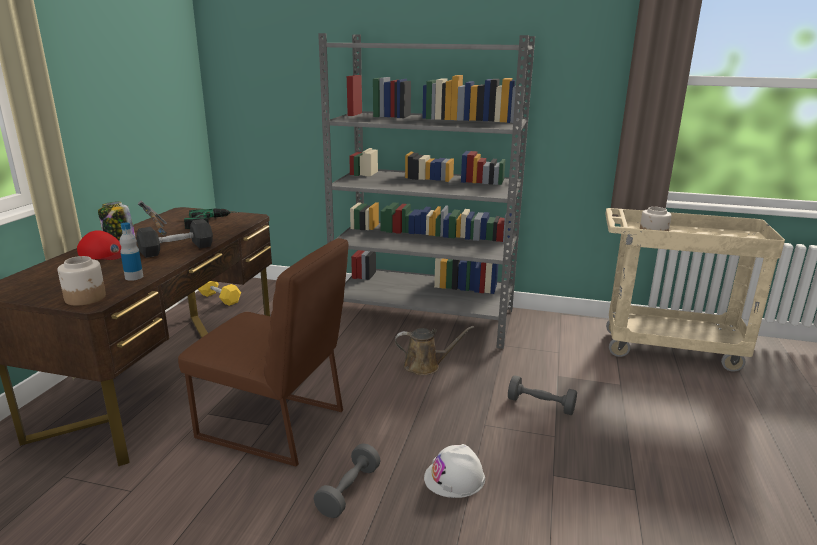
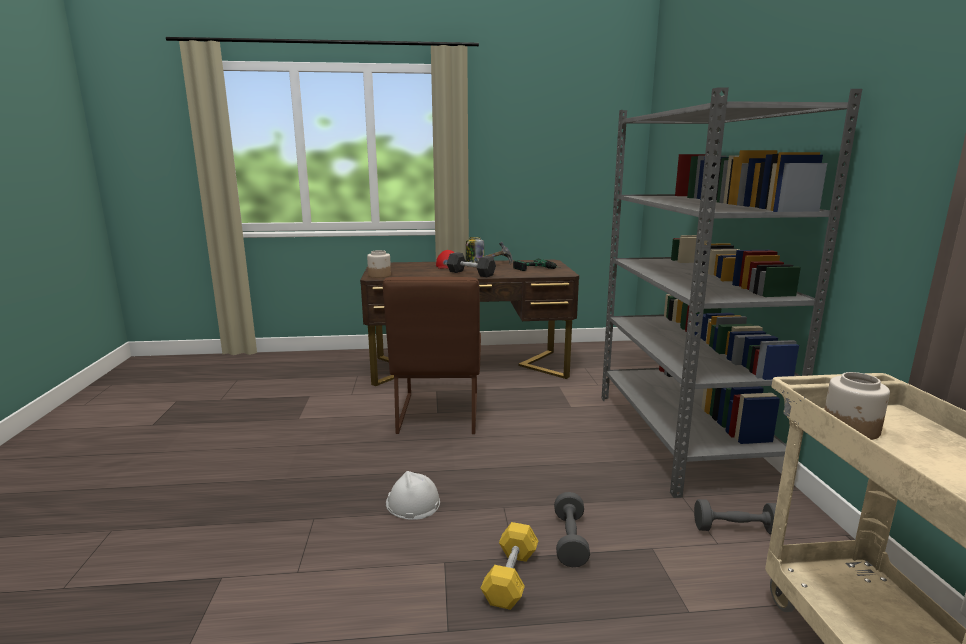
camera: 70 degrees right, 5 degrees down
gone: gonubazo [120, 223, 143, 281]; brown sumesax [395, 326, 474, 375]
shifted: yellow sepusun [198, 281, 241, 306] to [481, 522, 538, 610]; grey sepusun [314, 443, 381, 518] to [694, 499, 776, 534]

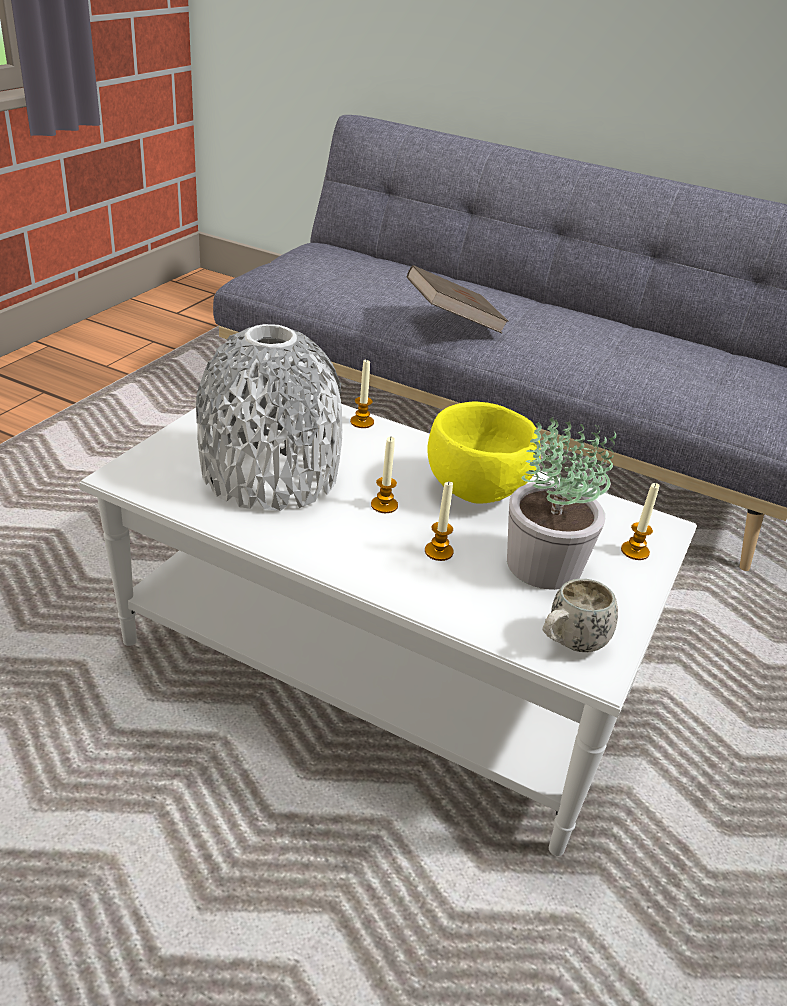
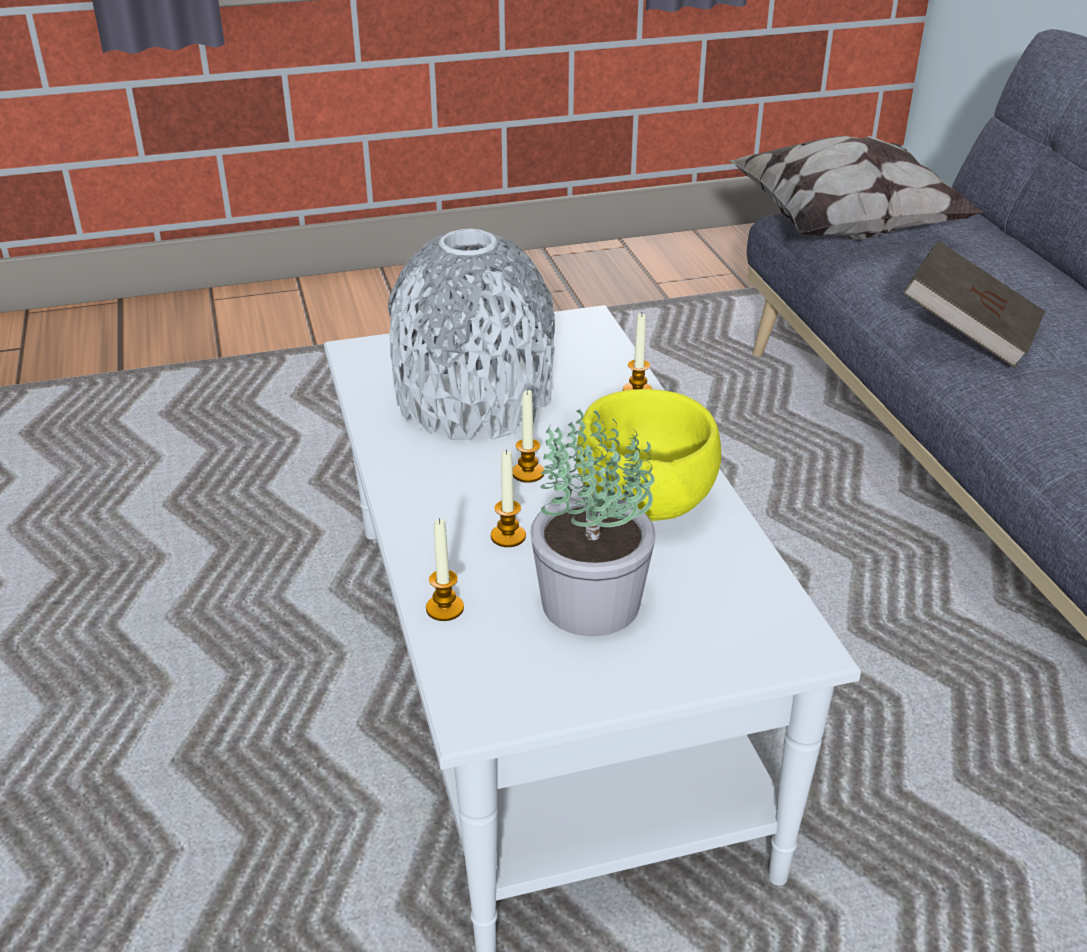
camera: 50 degrees right, 0 degrees up
gone: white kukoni [543, 579, 618, 652]
new: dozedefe [728, 136, 983, 240]
shifted: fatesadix [621, 483, 660, 560] to [426, 518, 464, 621]

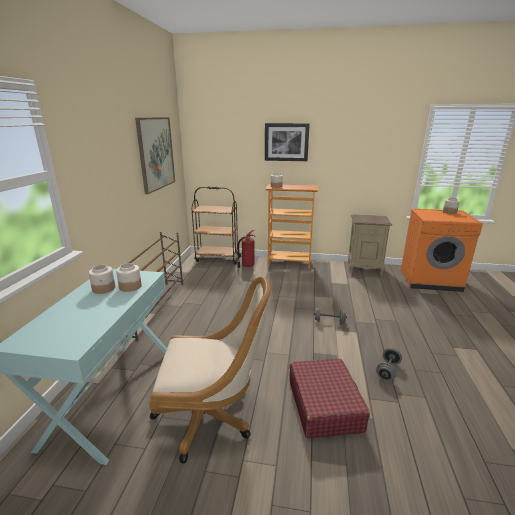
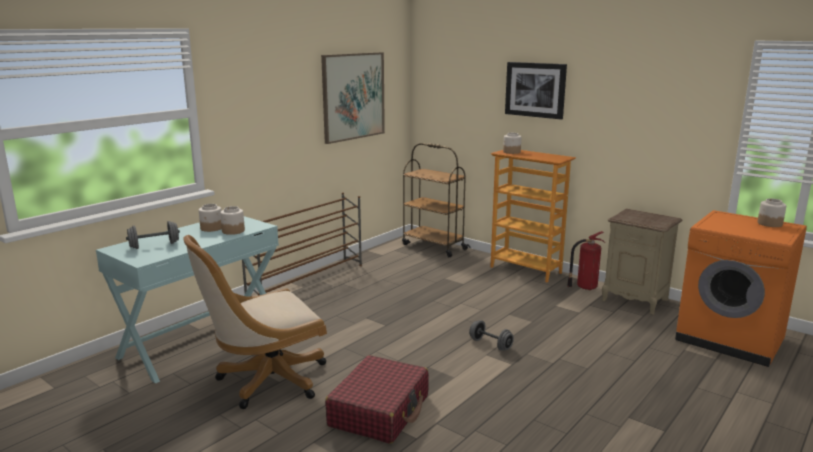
camera: 30 degrees right, 5 degrees down
shifted: grey sepusun [376, 348, 402, 381] to [126, 221, 180, 249]; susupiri [237, 230, 256, 268] to [567, 231, 605, 290]
rotated: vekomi [150, 277, 271, 464] = [183, 235, 327, 409] 120 degrees clockwise

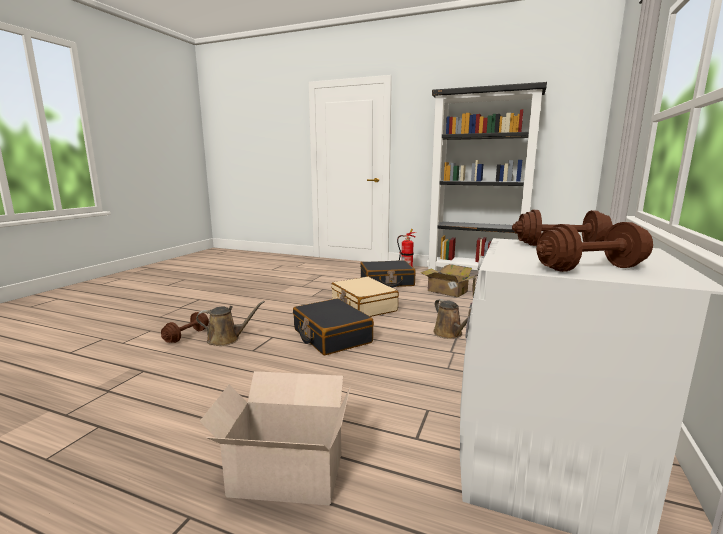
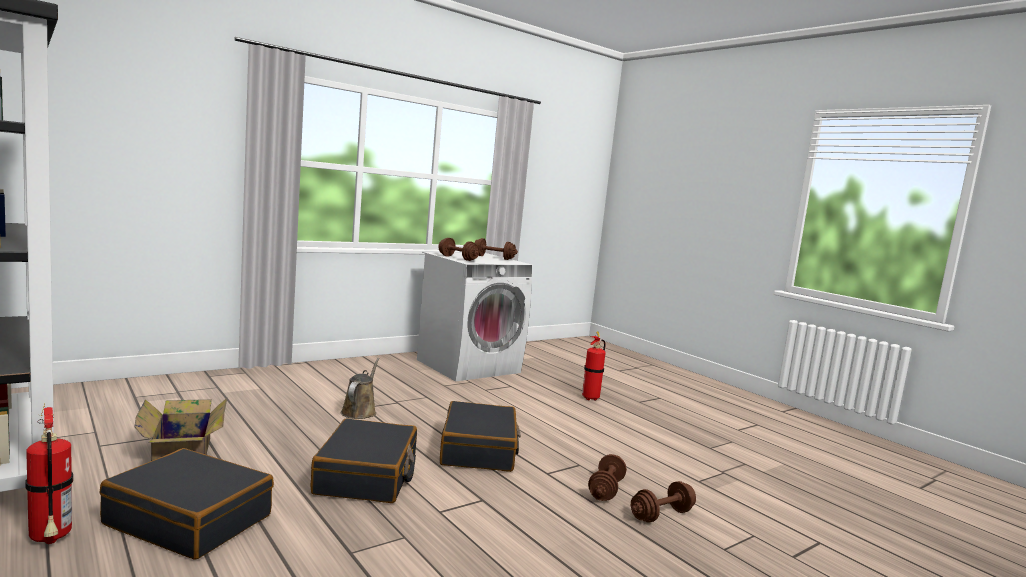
camera: 150 degrees left, 5 degrees down
swapped: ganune [200, 371, 351, 506] to susupiri [582, 331, 606, 401]; brown sumesax [196, 301, 265, 346] to brown sepusun [588, 454, 627, 501]
repainted: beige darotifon [331, 277, 399, 317] to black darotifon [311, 418, 417, 503]

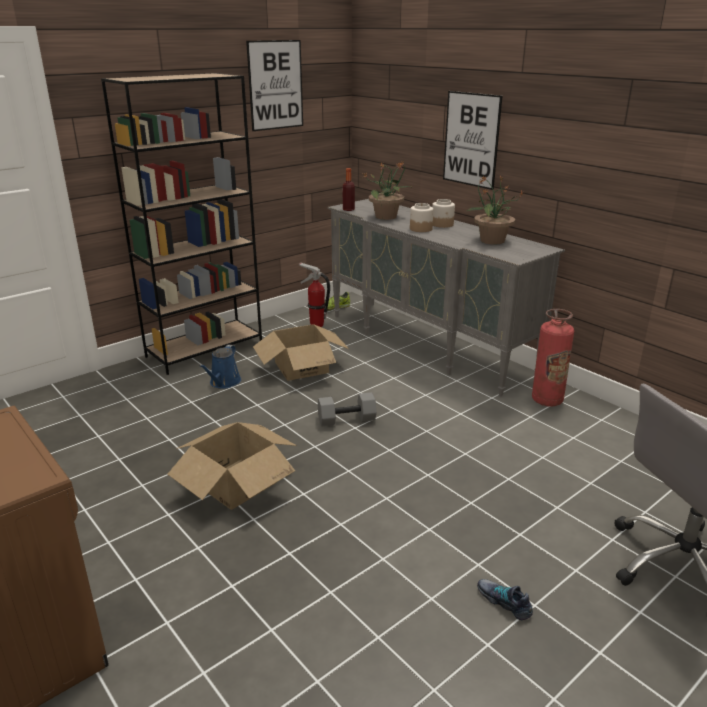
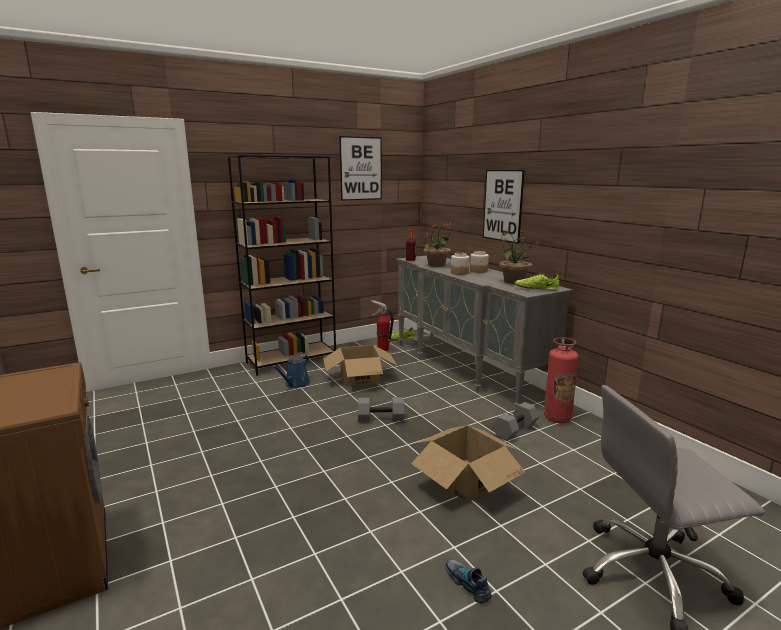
camera: 10 degrees right, 10 degrees down
new: grey sepusun [493, 402, 539, 441]; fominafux [514, 274, 559, 291]
shifted: ganune [167, 422, 297, 510] to [411, 425, 525, 503]

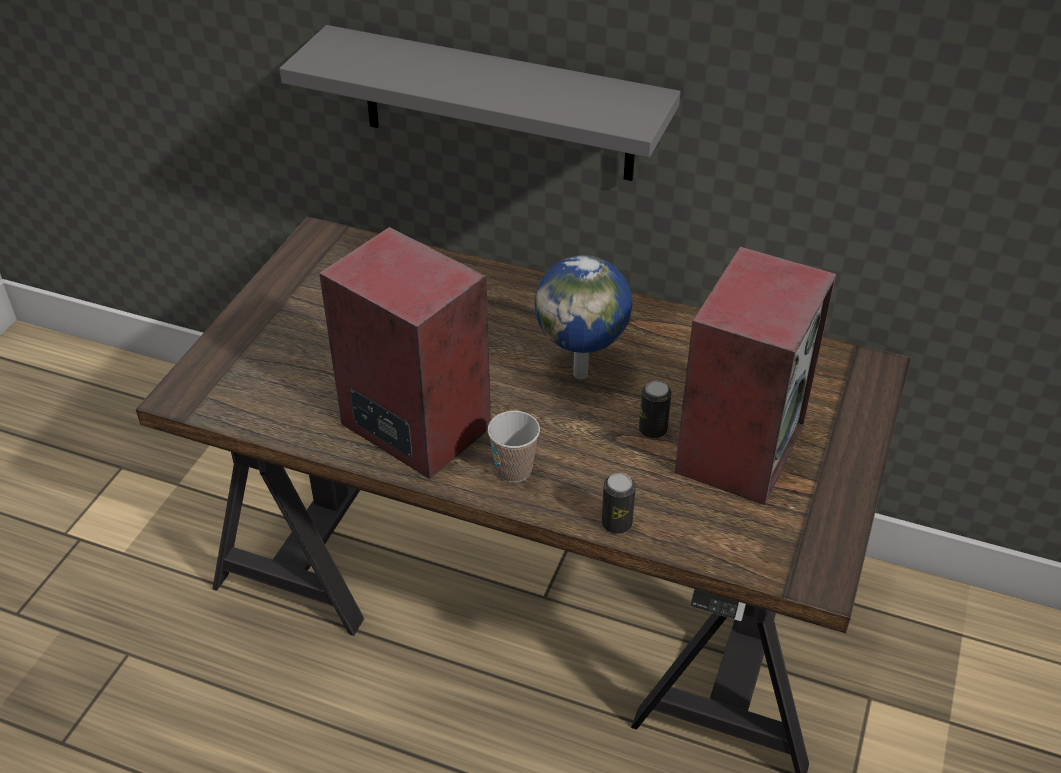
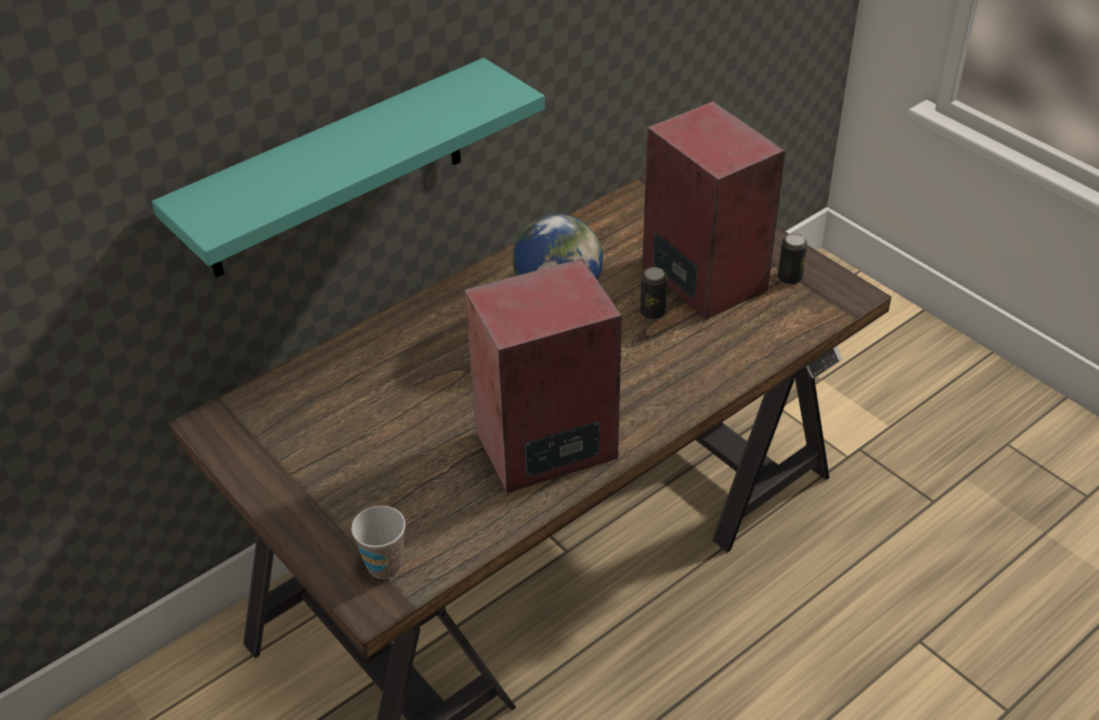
camera: 60 degrees left, 0 degrees up
shifted: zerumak [488, 411, 540, 483] to [351, 505, 405, 579]; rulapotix [602, 473, 636, 534] to [778, 233, 807, 285]
repainted: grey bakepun [279, 25, 680, 181] to turquoise bakepun [152, 58, 545, 278]

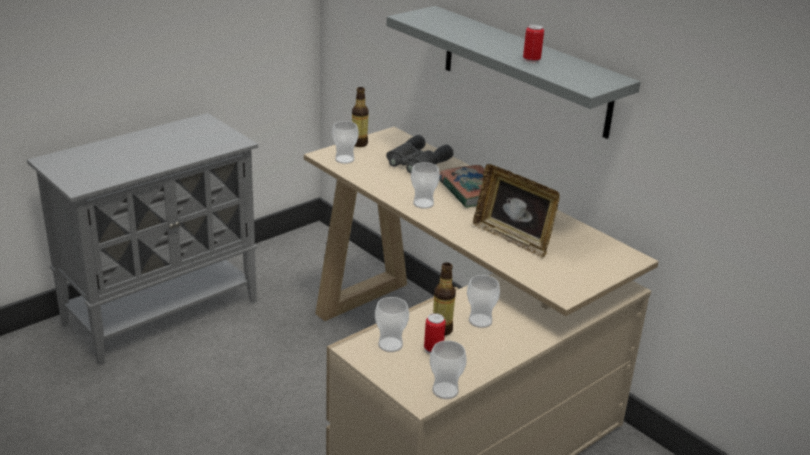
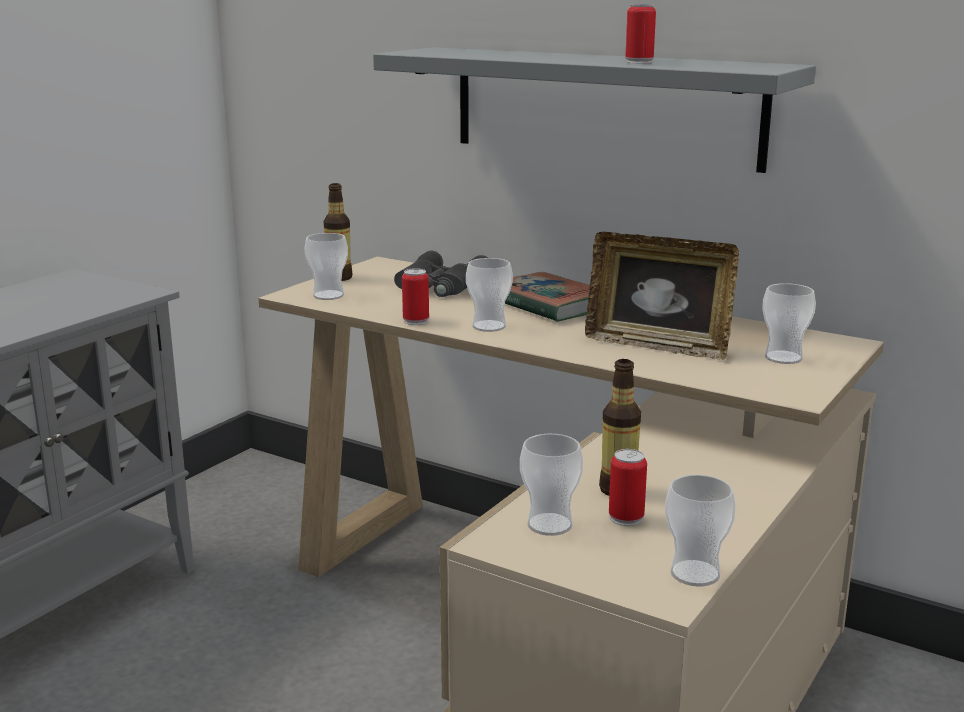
camera: 15 degrees left, 10 degrees down
new: rulapotix [402, 268, 429, 325]
shifted: zerumak [467, 275, 500, 328] to [762, 283, 816, 364]

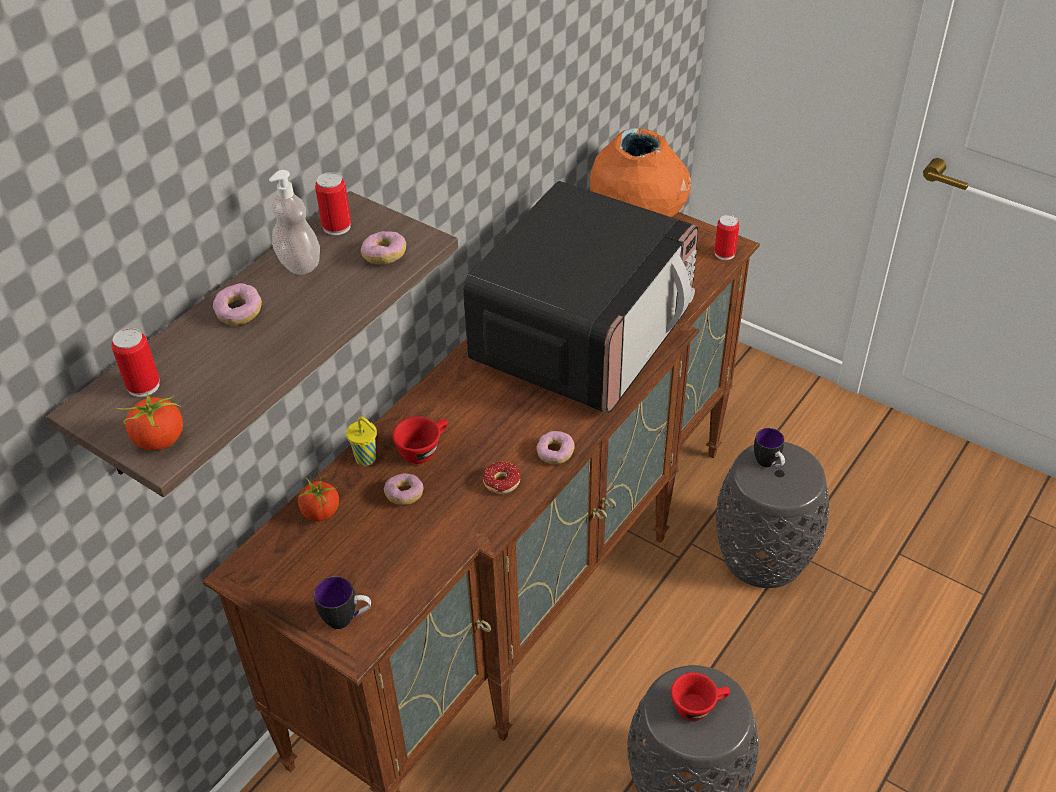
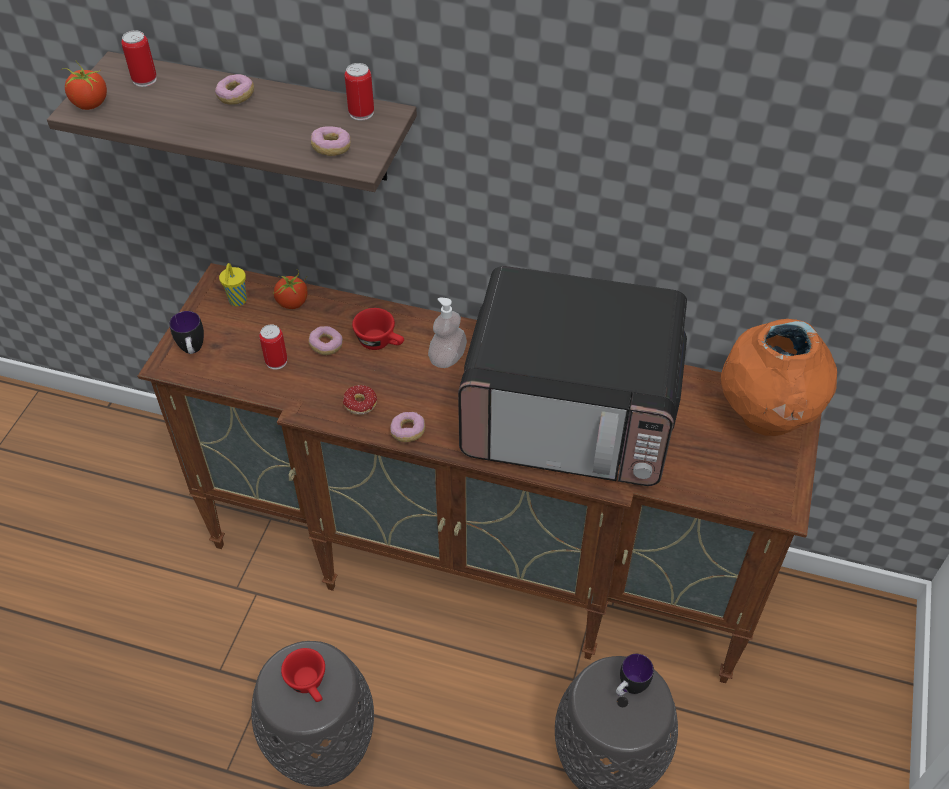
camera: 70 degrees right, 5 degrees up
shifted: yellow zerumak [346, 417, 377, 466] to [219, 263, 247, 306]; rulapotix [714, 215, 739, 260] to [259, 324, 287, 370]; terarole [269, 170, 320, 275] to [428, 298, 467, 368]

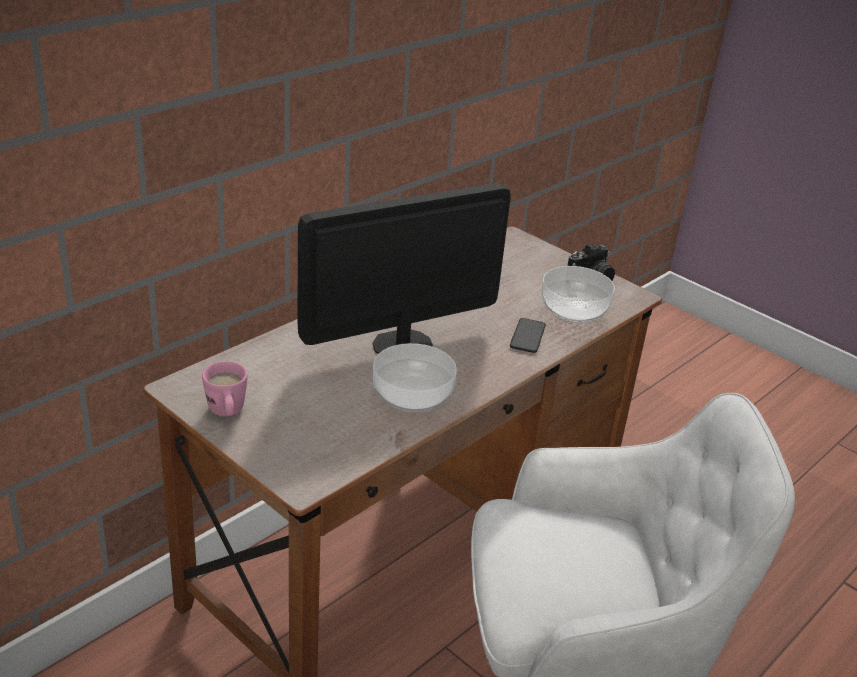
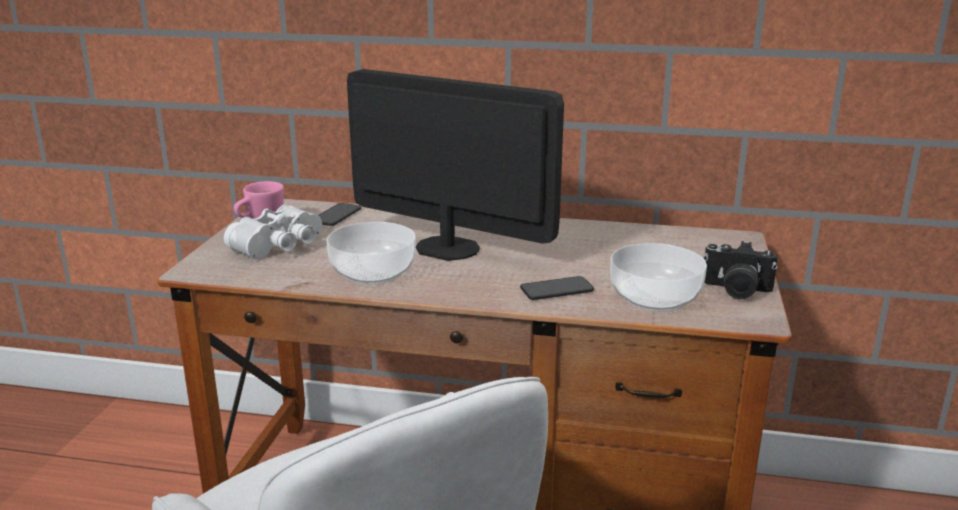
camera: 60 degrees right, 10 degrees down
new: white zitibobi [224, 205, 322, 260]; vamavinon [318, 203, 361, 226]

